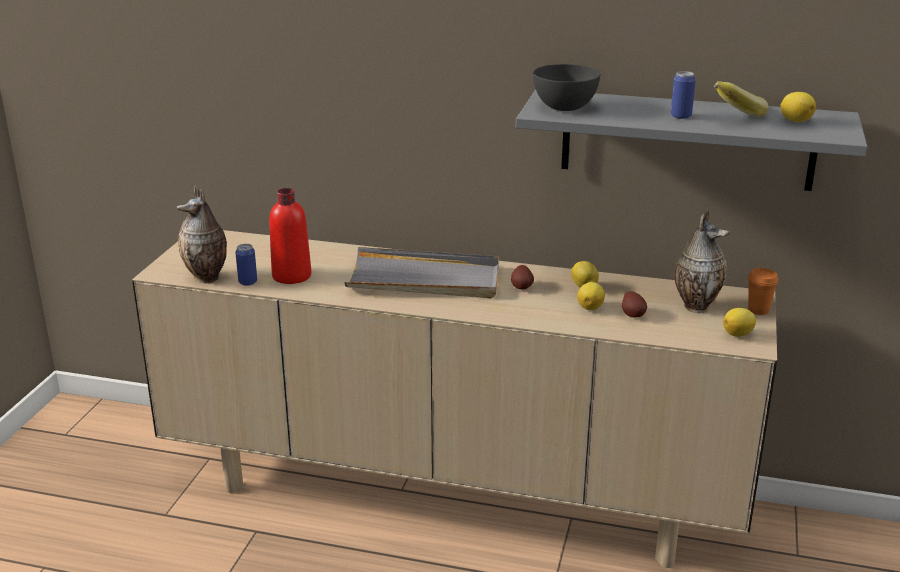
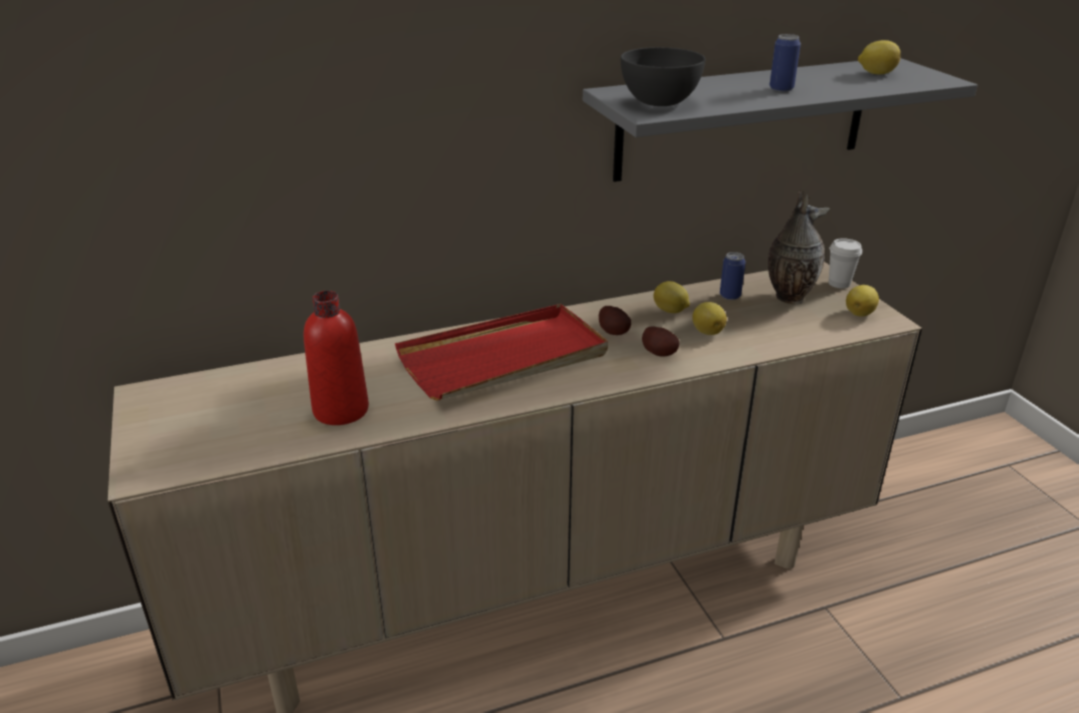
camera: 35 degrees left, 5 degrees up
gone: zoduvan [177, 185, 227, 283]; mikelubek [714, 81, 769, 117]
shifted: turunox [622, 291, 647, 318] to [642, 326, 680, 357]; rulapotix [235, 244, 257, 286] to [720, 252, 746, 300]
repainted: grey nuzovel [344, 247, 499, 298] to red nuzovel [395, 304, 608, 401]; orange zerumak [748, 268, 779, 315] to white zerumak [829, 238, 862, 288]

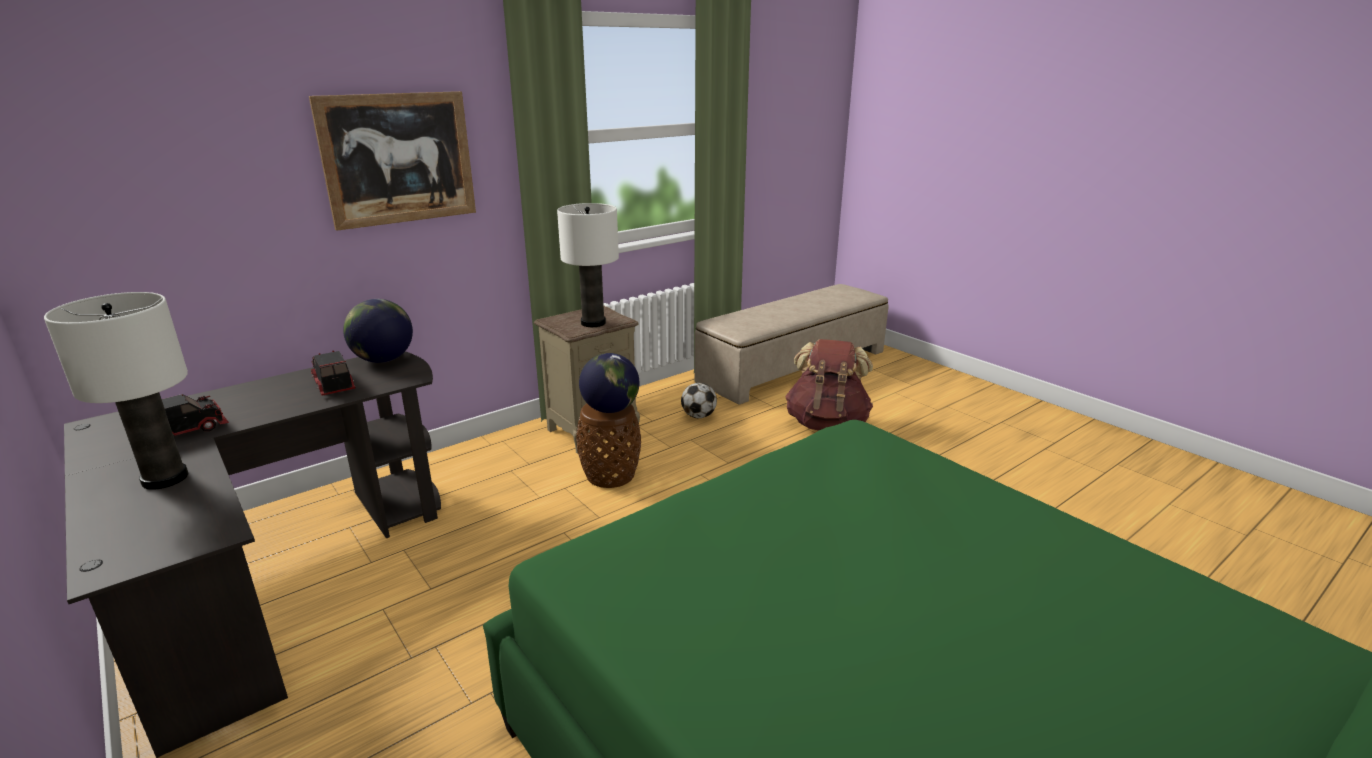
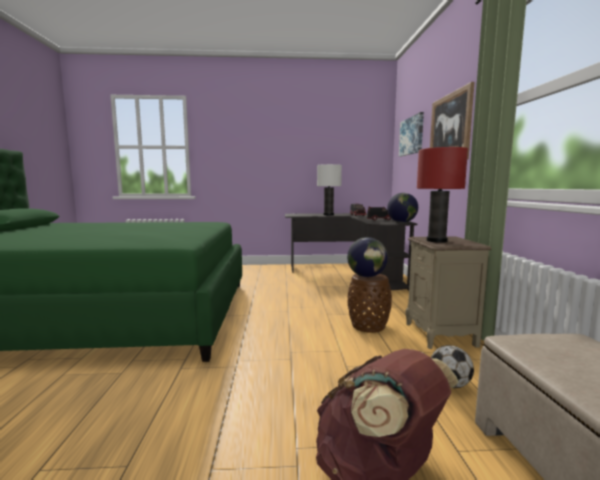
camera: 125 degrees right, 15 degrees down
new: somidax [399, 112, 424, 156]
repainted: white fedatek [557, 203, 619, 327] to red fedatek [417, 147, 468, 243]

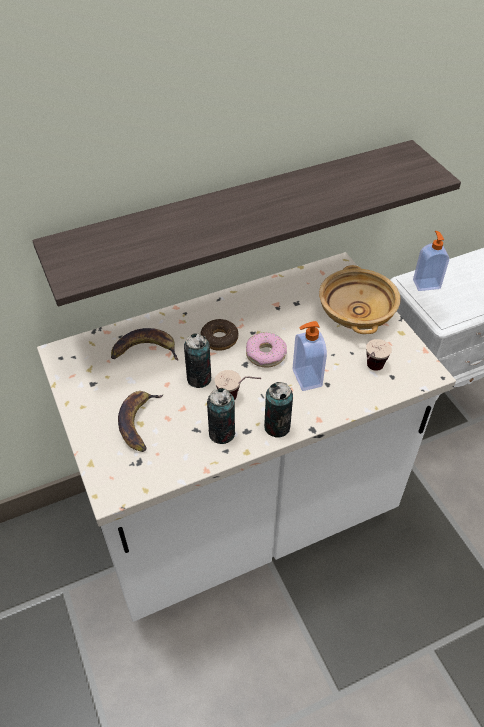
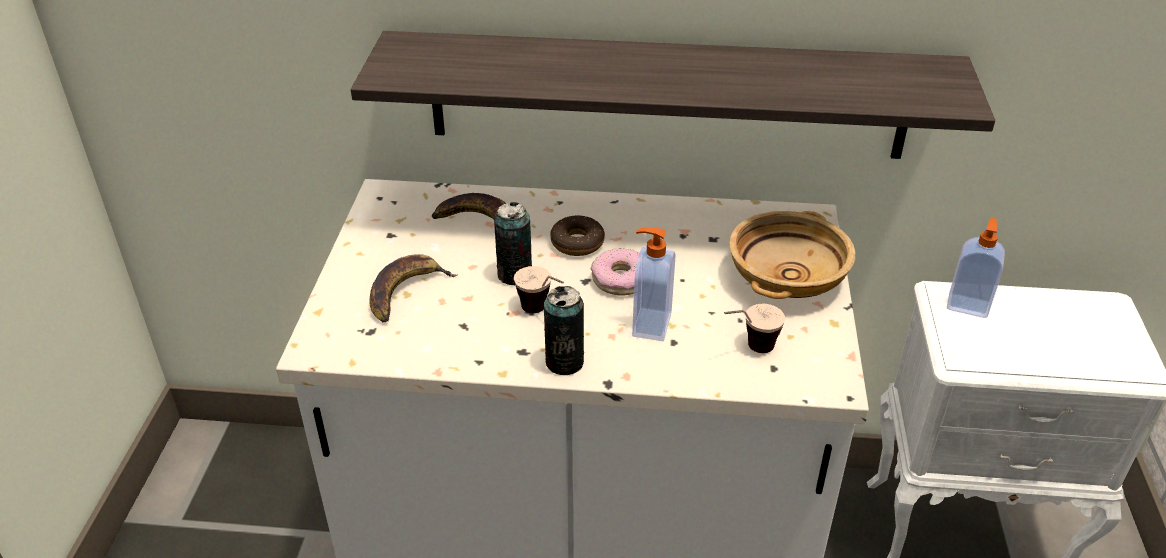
camera: 30 degrees right, 10 degrees down
gone: rulapotix [207, 388, 235, 444]

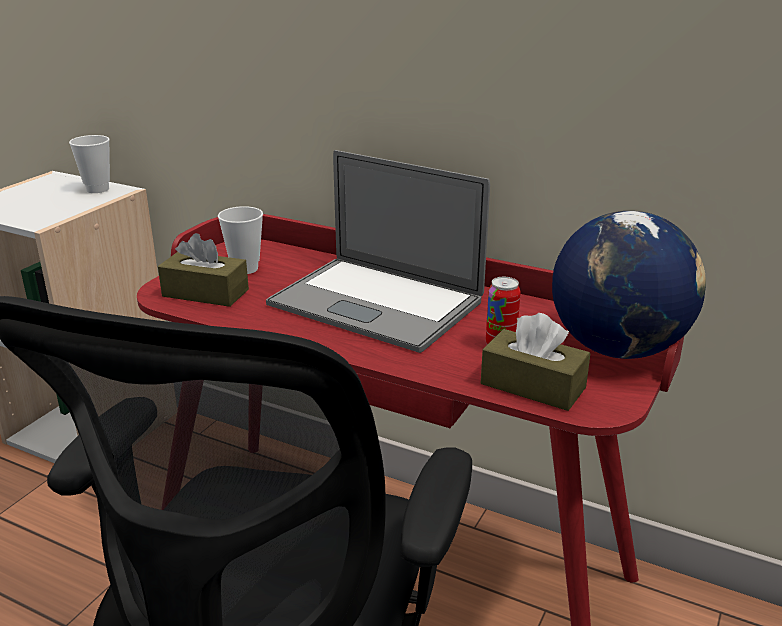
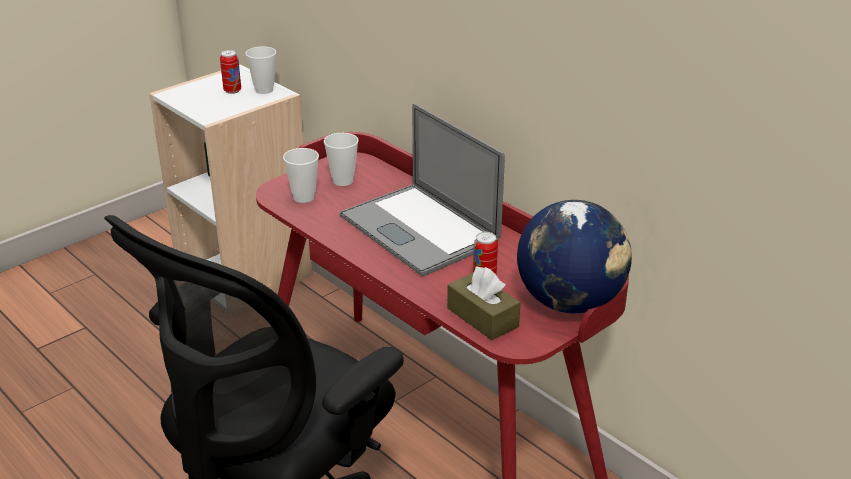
camera: 20 degrees right, 5 degrees up
new: rulapotix [220, 50, 241, 94]
swapped: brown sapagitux [158, 233, 249, 307] to zerumak [283, 148, 319, 203]

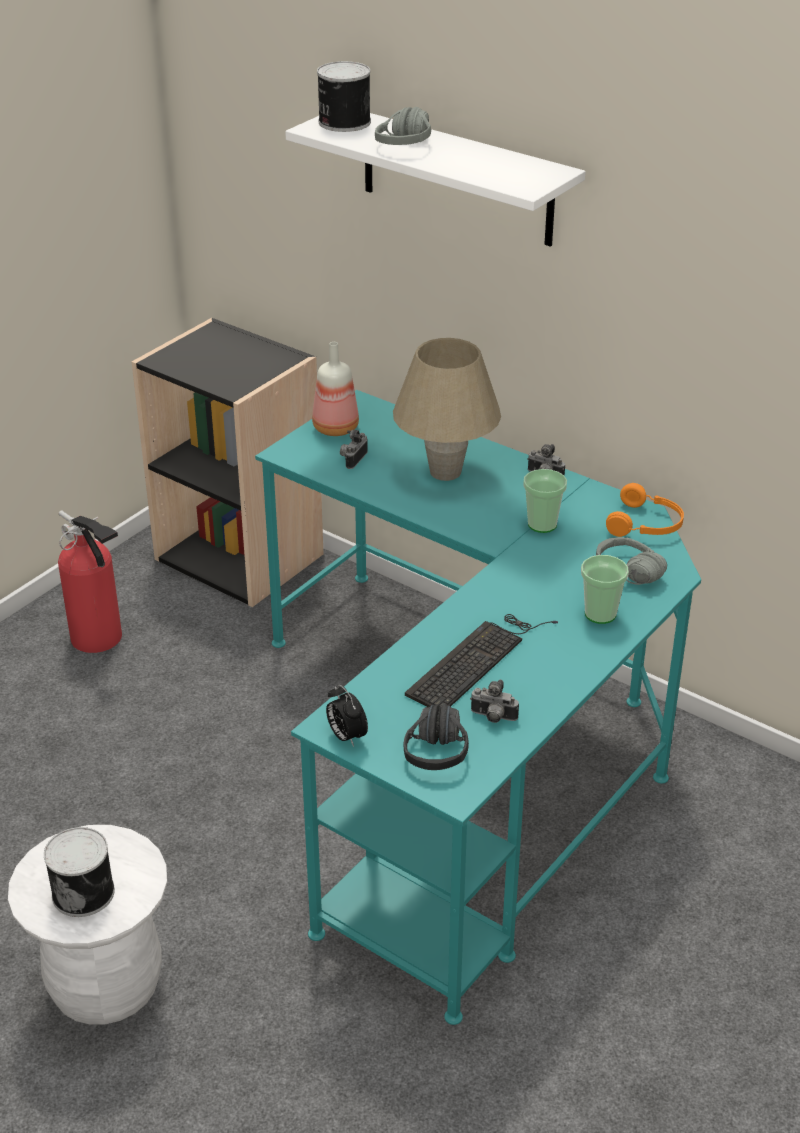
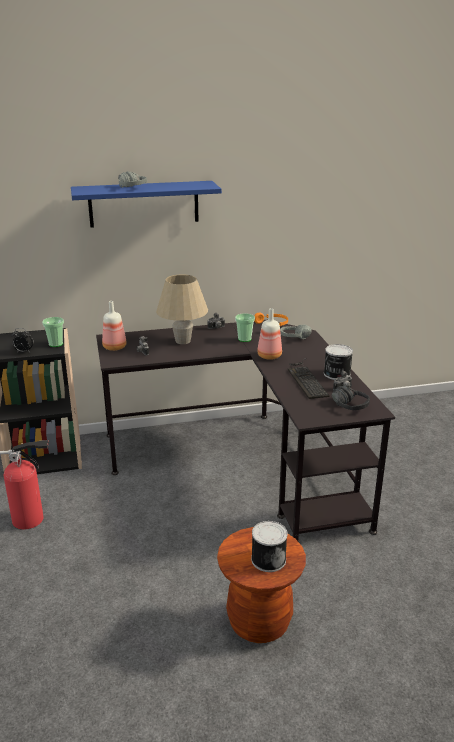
camera: 50 degrees left, 10 degrees down
new: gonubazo [257, 308, 282, 360]
shifted: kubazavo [326, 684, 368, 747] to [11, 328, 34, 352]; zerumak [581, 555, 629, 624] to [42, 317, 64, 347]; rulapotix [317, 61, 371, 132] to [324, 344, 353, 380]
repainted: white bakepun [285, 113, 586, 247] to blue bakepun [71, 181, 222, 228]; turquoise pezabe [255, 390, 701, 1025] to black pezabe [96, 320, 395, 541]; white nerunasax [8, 825, 167, 1025] to brown nerunasax [217, 527, 306, 643]

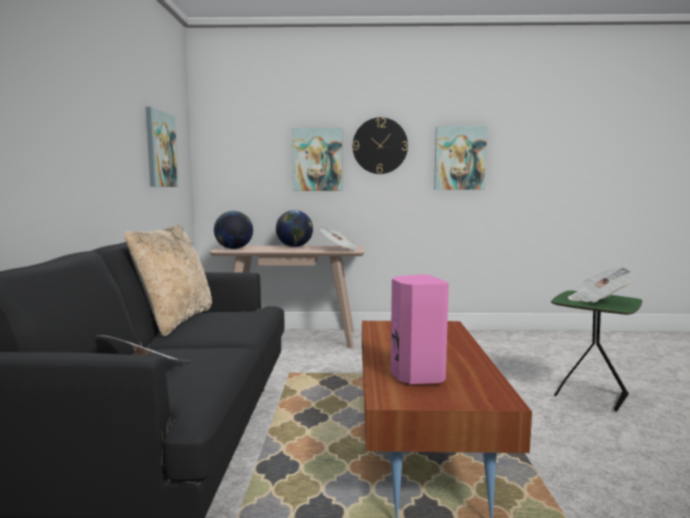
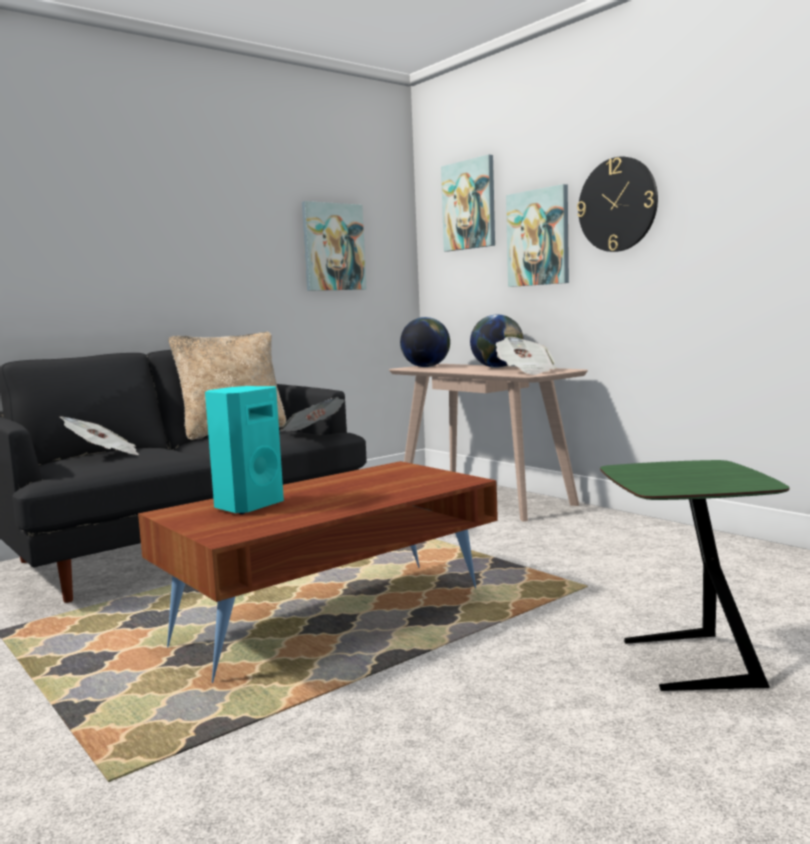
camera: 50 degrees right, 0 degrees up
shifted: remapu [568, 268, 635, 303] to [280, 397, 345, 432]; somidax [434, 126, 488, 190] to [441, 154, 495, 251]
repainted: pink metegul [391, 274, 449, 384] to turquoise metegul [205, 386, 284, 514]

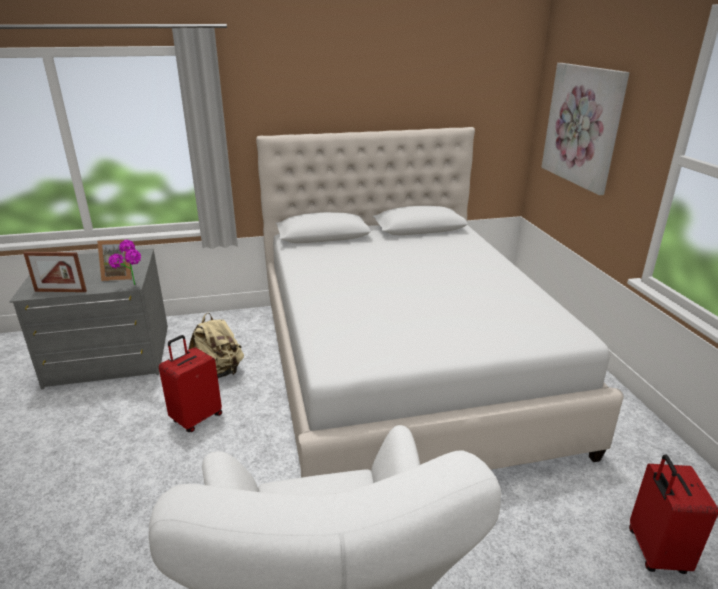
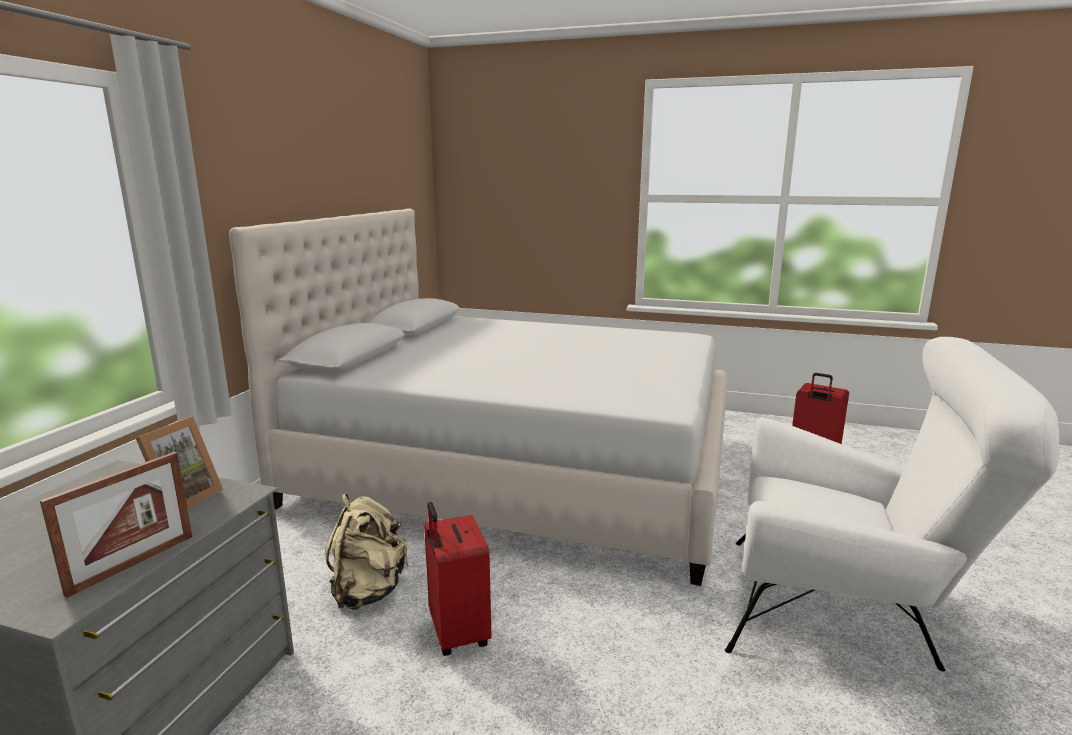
camera: 60 degrees left, 10 degrees down
gone: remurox [108, 240, 141, 285]; somidax [541, 63, 629, 195]

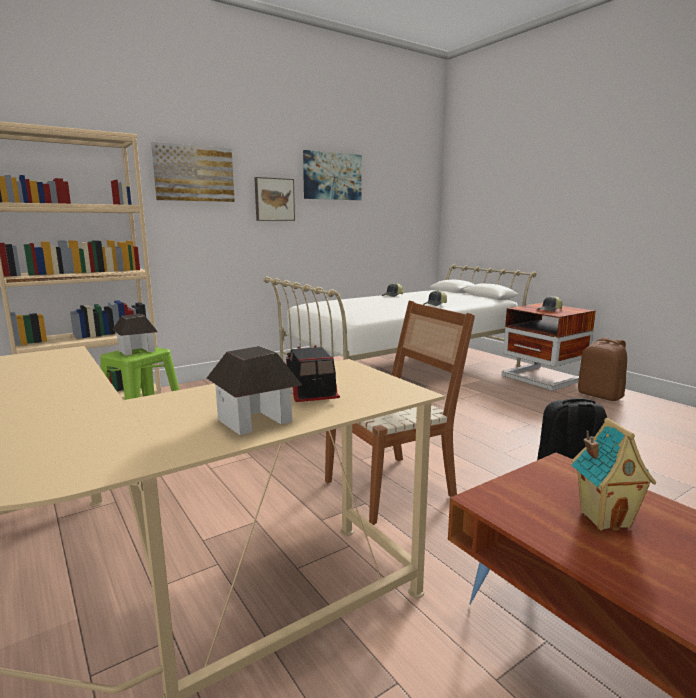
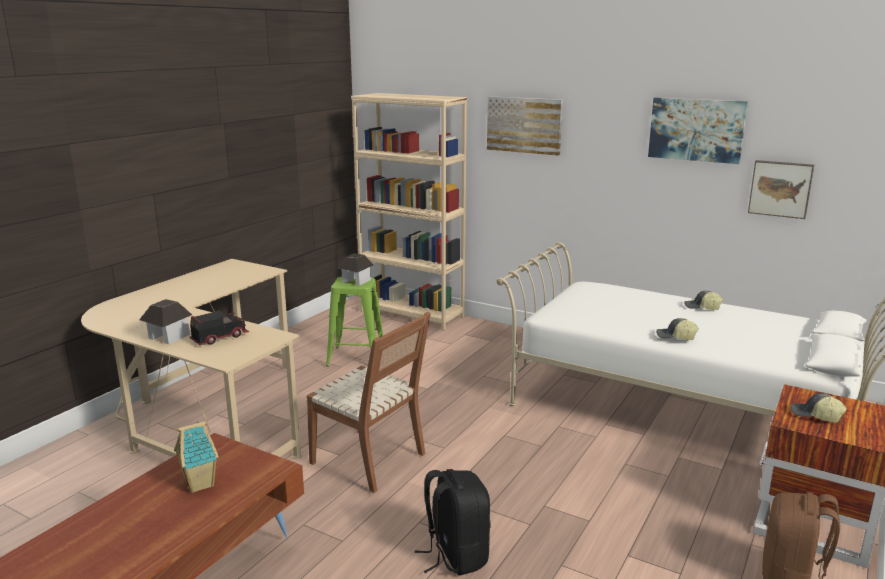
camera: 65 degrees right, 5 degrees up
shifted: somidax [254, 177, 295, 221] to [748, 160, 814, 219]

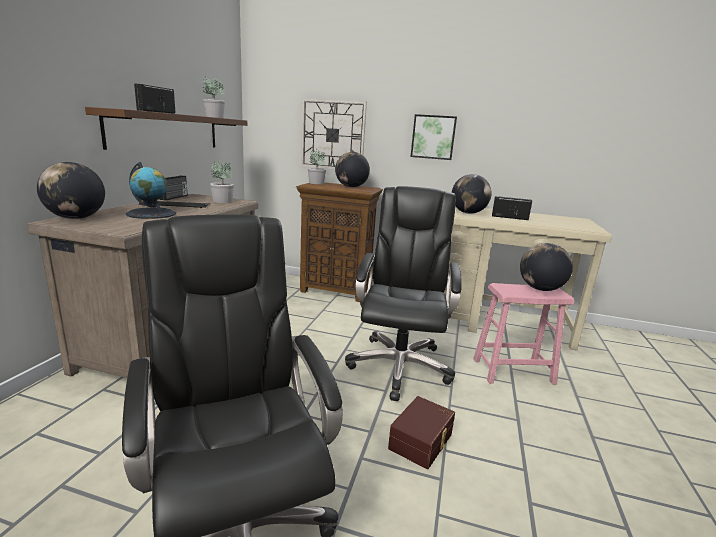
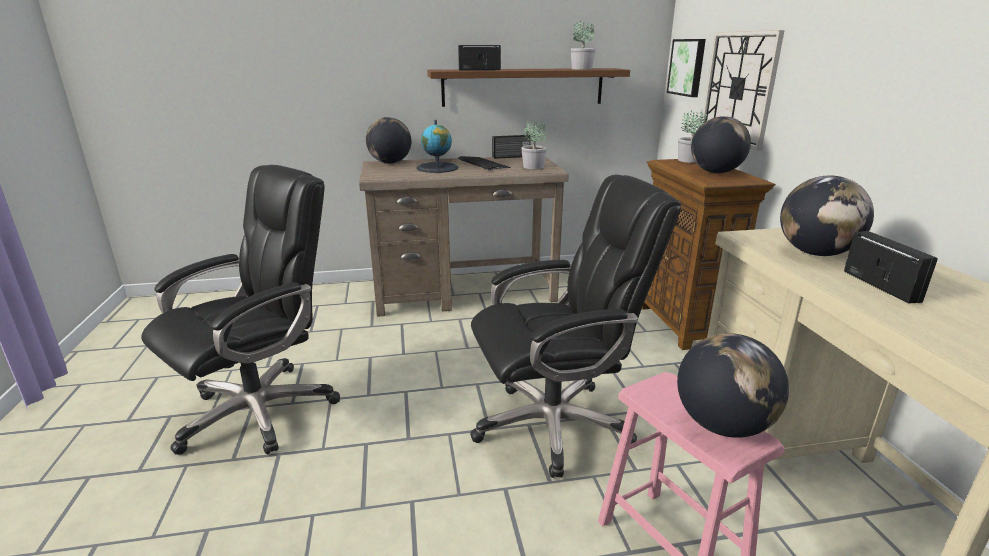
camera: 65 degrees right, 5 degrees up
gone: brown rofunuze [388, 396, 455, 469]
shifted: somidax [411, 114, 457, 160] to [667, 39, 706, 97]

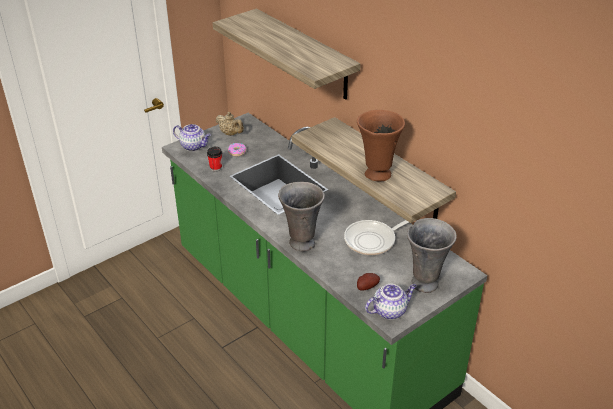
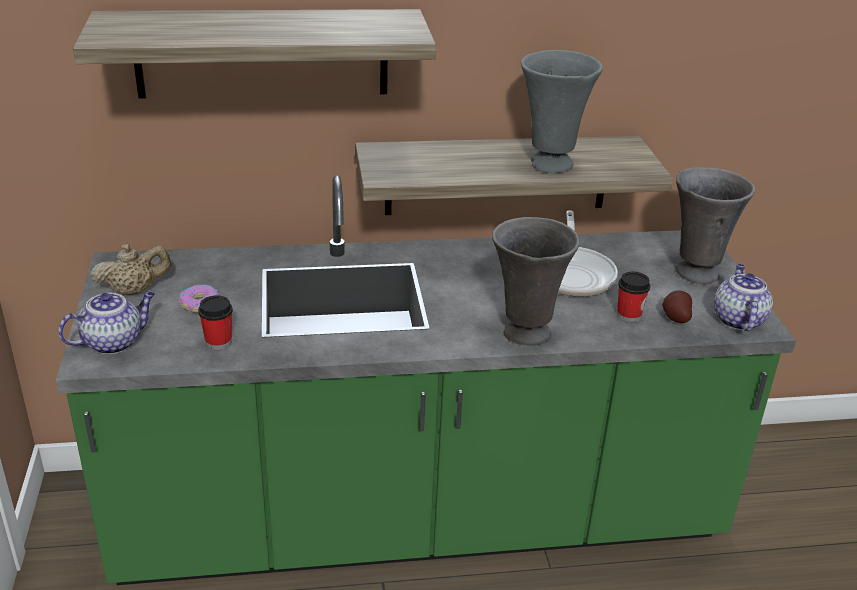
camera: 60 degrees left, 5 degrees down
new: zerumak [617, 272, 650, 322]
repainted: brown zoduvan [357, 110, 405, 181] to grey zoduvan [521, 50, 603, 173]

